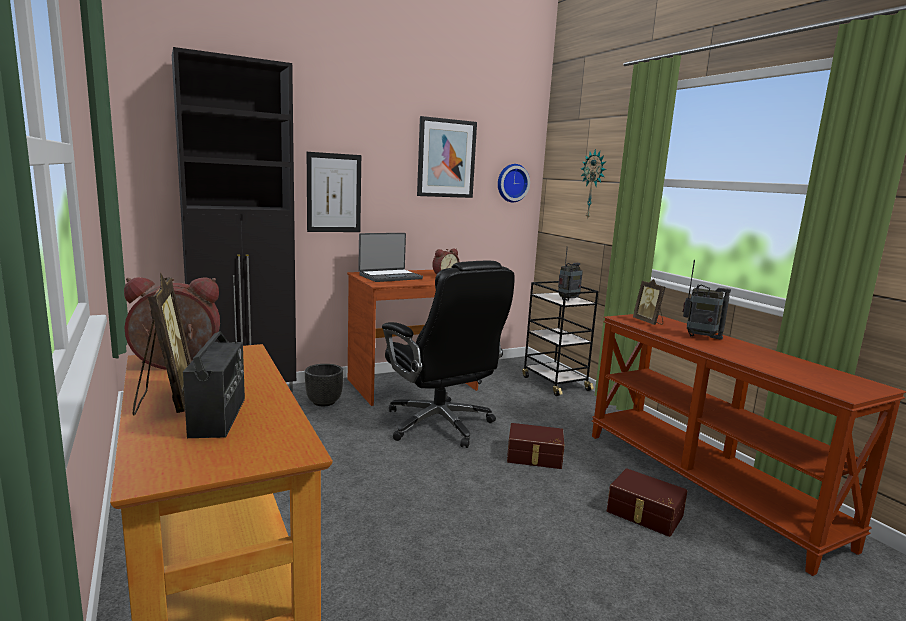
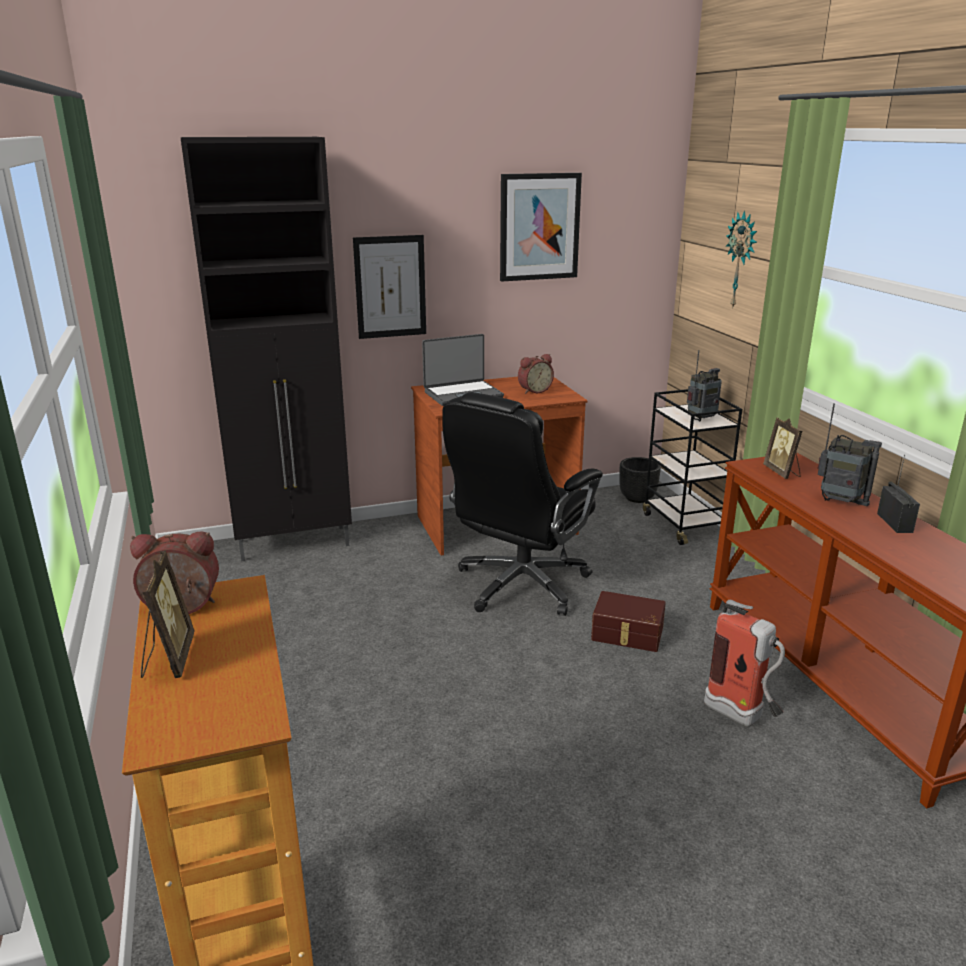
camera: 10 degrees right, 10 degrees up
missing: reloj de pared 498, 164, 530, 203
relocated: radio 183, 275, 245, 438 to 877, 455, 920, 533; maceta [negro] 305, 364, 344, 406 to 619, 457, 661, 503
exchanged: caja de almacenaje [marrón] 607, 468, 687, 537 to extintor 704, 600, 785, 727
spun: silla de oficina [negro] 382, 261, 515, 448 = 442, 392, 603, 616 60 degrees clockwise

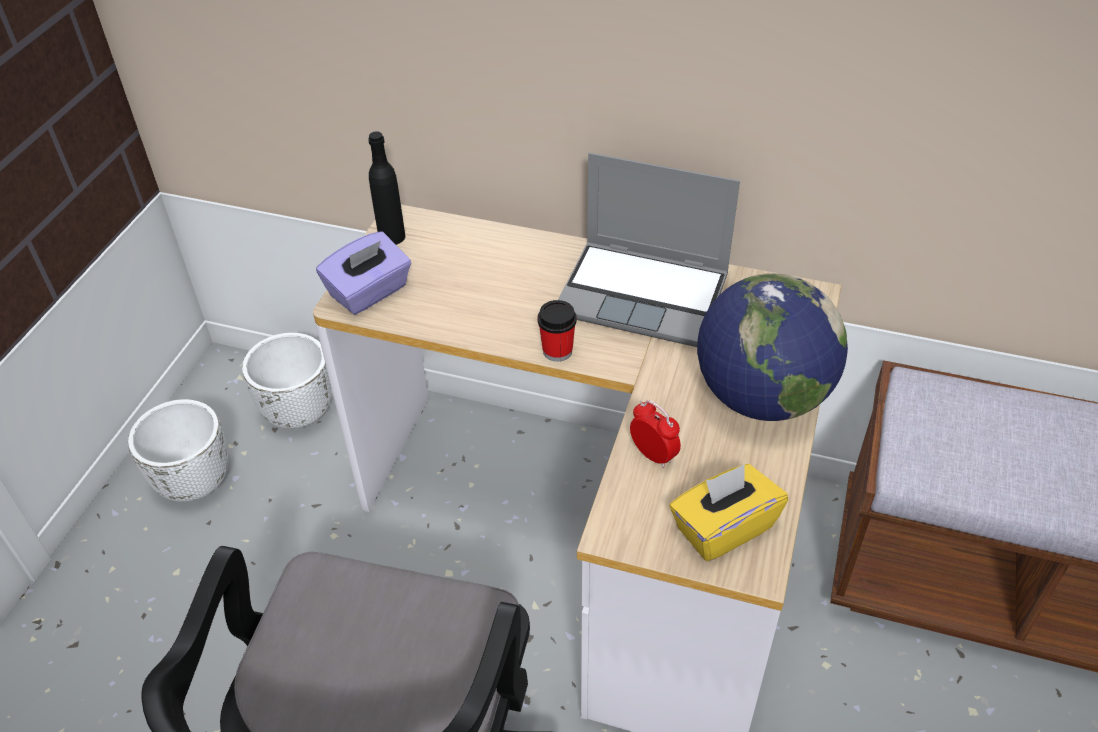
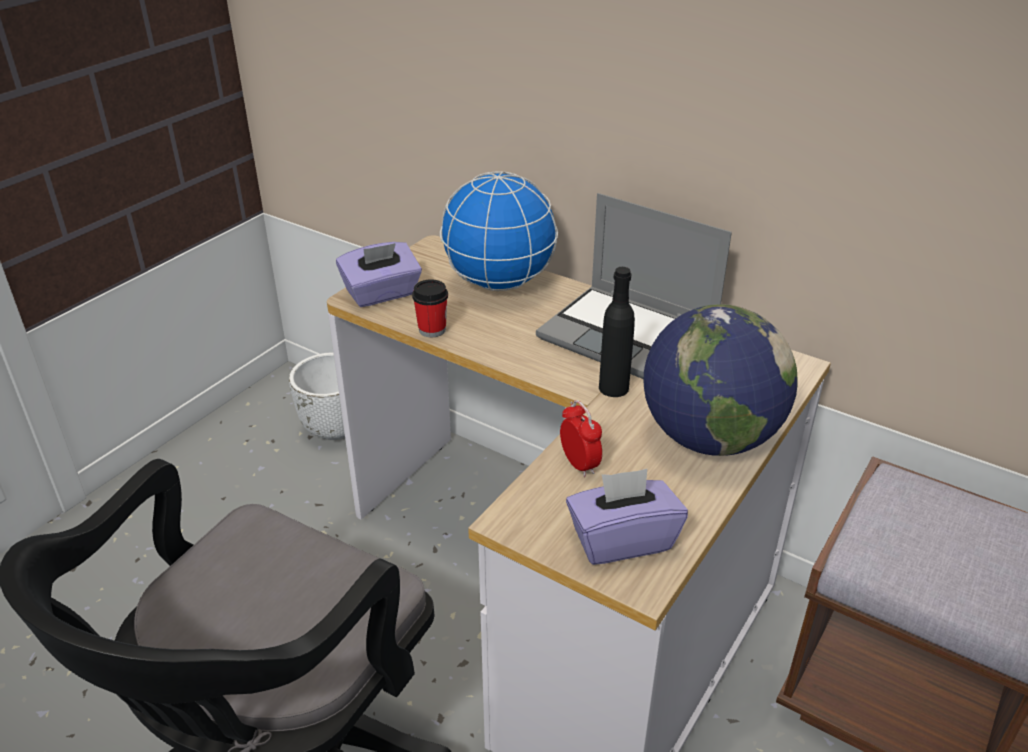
camera: 15 degrees right, 10 degrees down
missing: maceta [blanco] 128, 399, 228, 502
appeared: globo terráqueo 440, 171, 558, 291
relocated: botella [negro] 368, 131, 405, 245 to 599, 267, 635, 397; taza 537, 300, 577, 362 to 412, 279, 448, 337
colour: caja de pañuelos [amarillo] 670, 464, 788, 562 to caja de pañuelos [morado] 566, 469, 688, 565

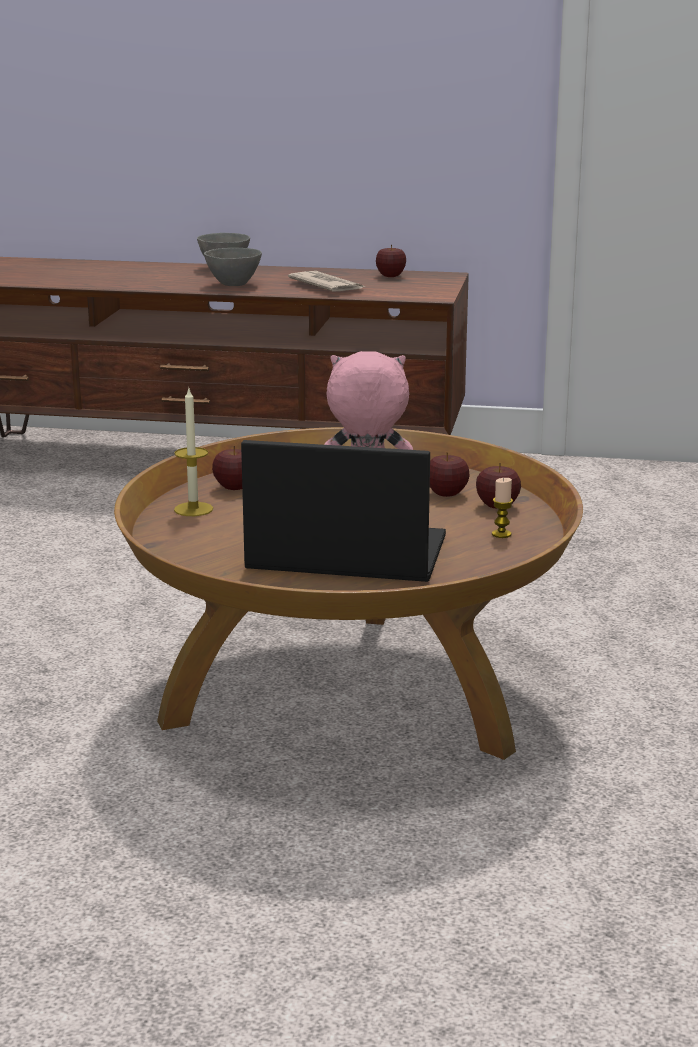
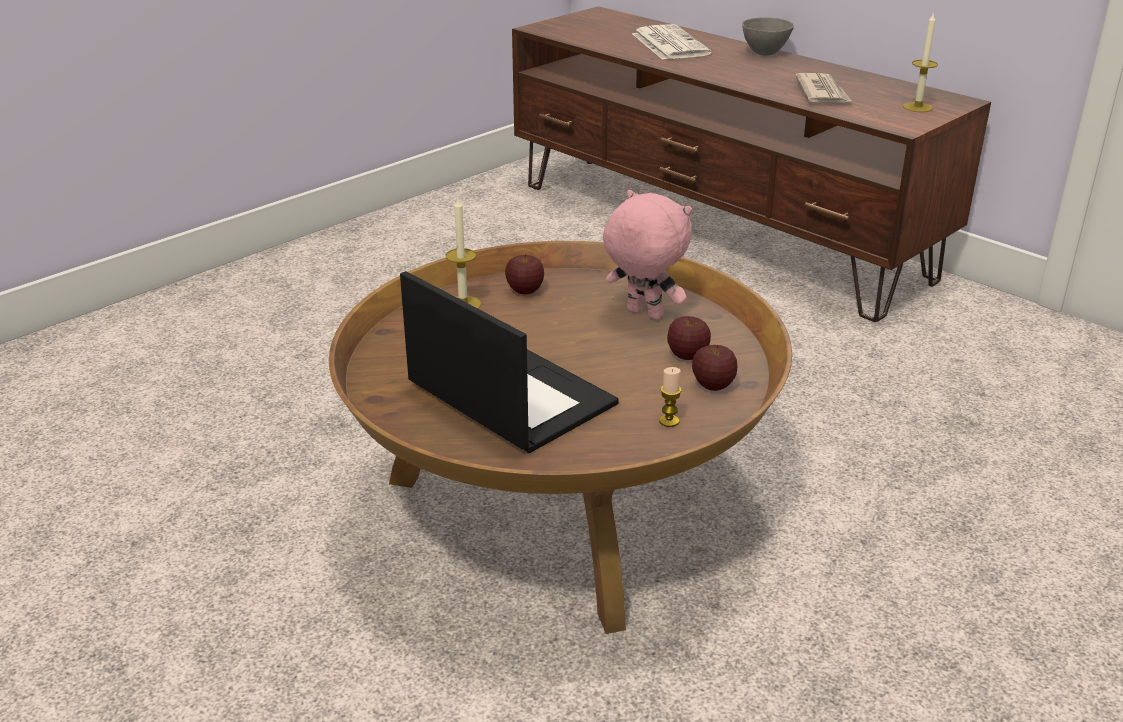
camera: 35 degrees right, 10 degrees up
missing: cuenco [gris] 204, 248, 262, 286; manzana 376, 244, 406, 277
appeared: periódico 632, 24, 712, 60; vela 903, 12, 938, 112

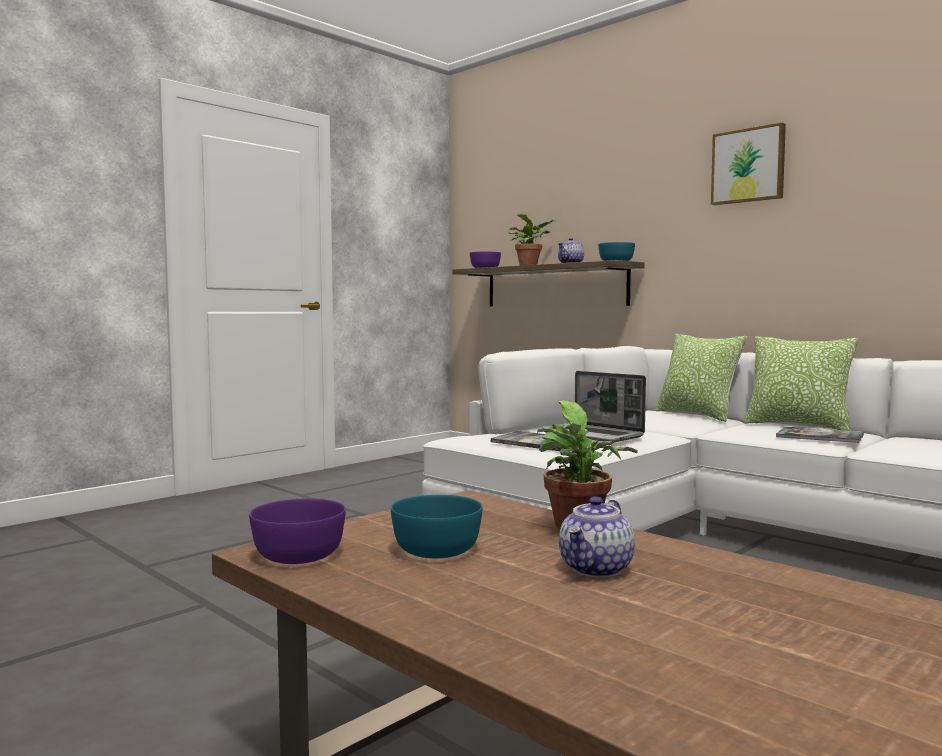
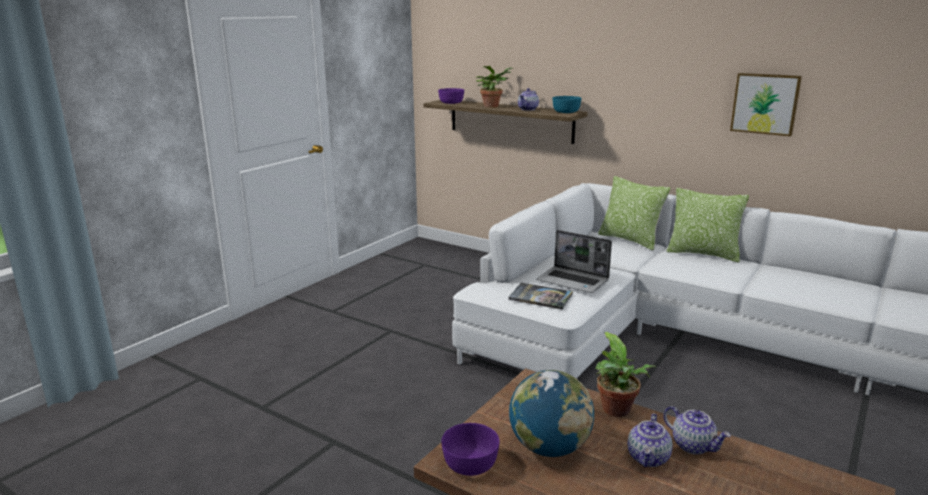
camera: 10 degrees left, 15 degrees up
missing: libro 776, 427, 864, 443
appeared: tetera 663, 406, 731, 455
relocated: cuadro 711, 123, 786, 205 to 730, 73, 802, 136
exchanged: cuenco [turquesa] 391, 495, 483, 558 to globo terráqueo 509, 370, 594, 457

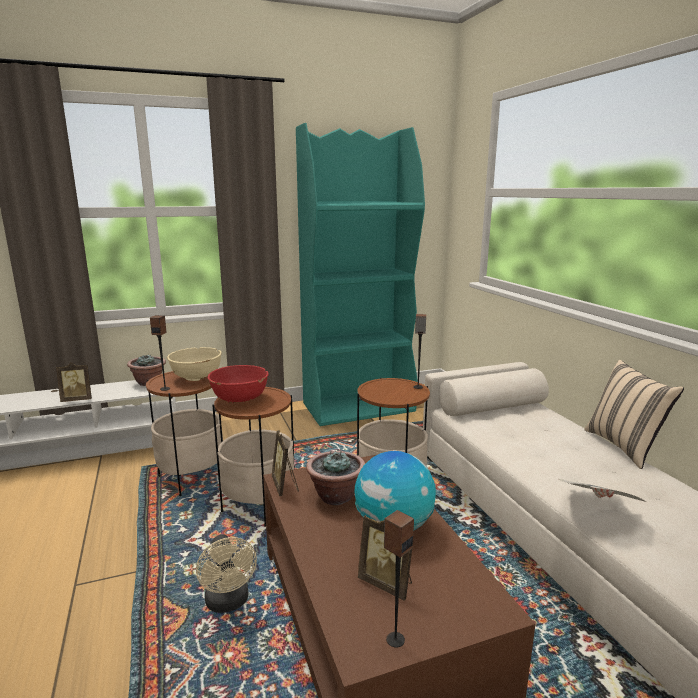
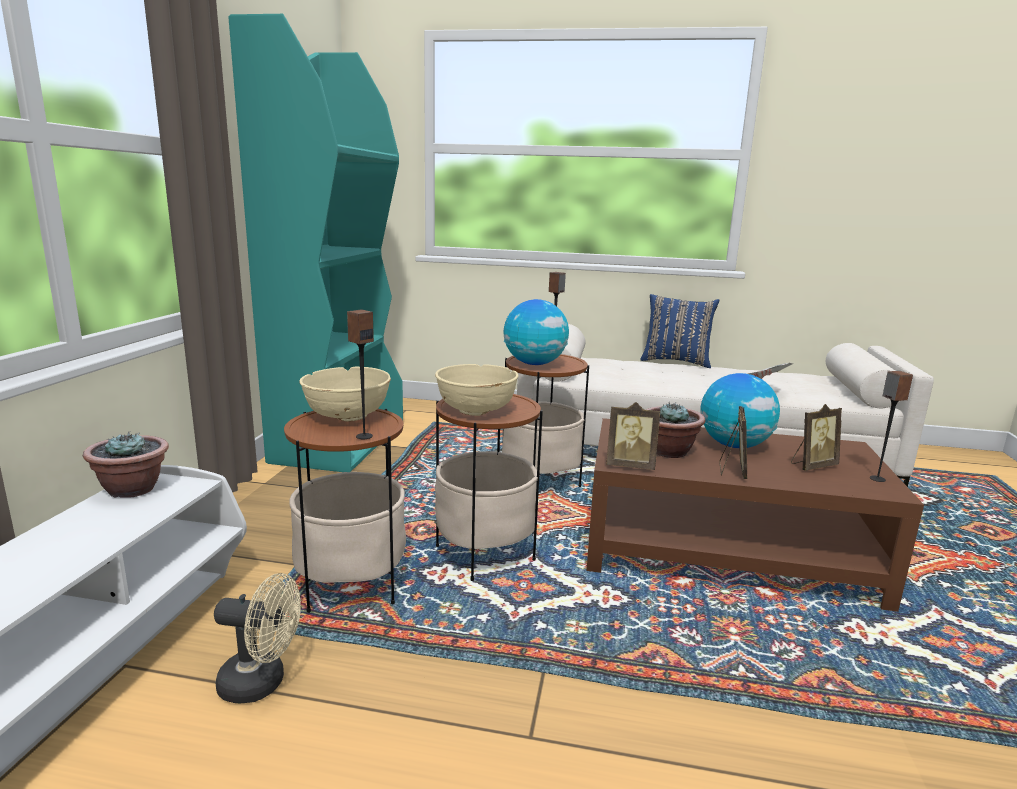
camera: 60 degrees left, 0 degrees up
appeared: globo terráqueo 503, 299, 569, 365
relocated: portarretratos 56, 362, 92, 402 to 719, 406, 747, 479; ventilador [beis] 196, 534, 257, 613 to 214, 573, 301, 703
colour: cuenco [rojo] 208, 365, 269, 403 to cuenco [beis] 435, 364, 518, 416; cojín [beis] 585, 360, 684, 469 to cojín [azul] 640, 294, 719, 368

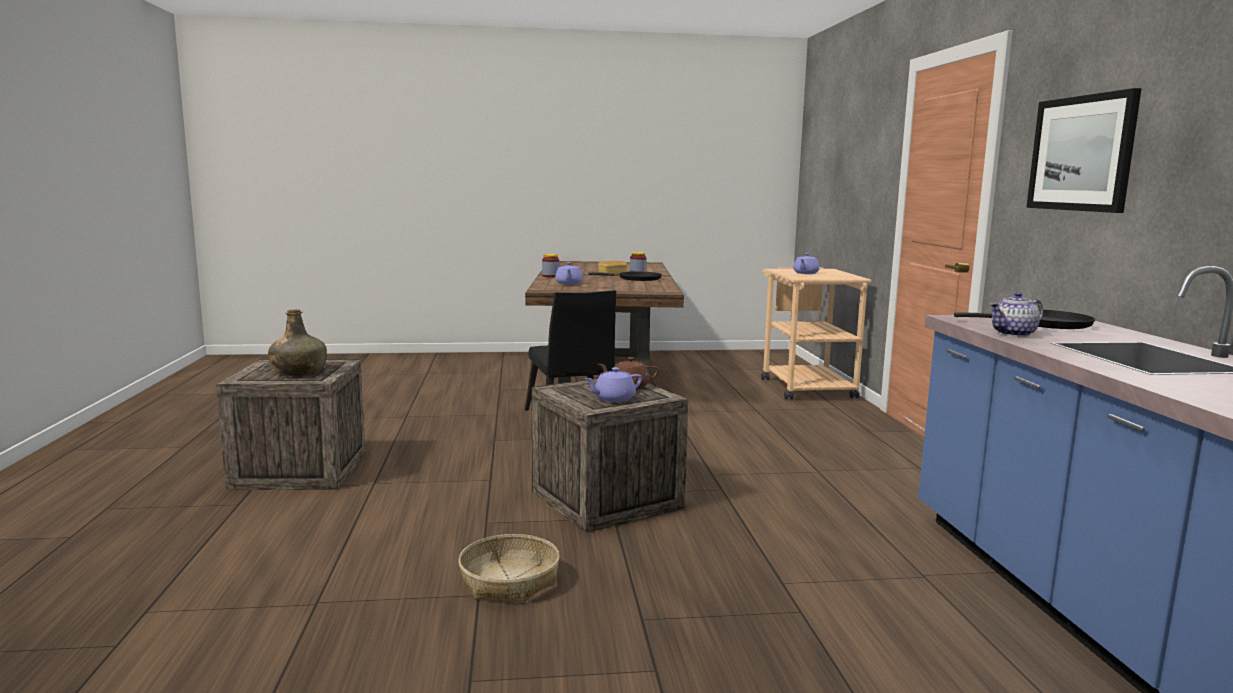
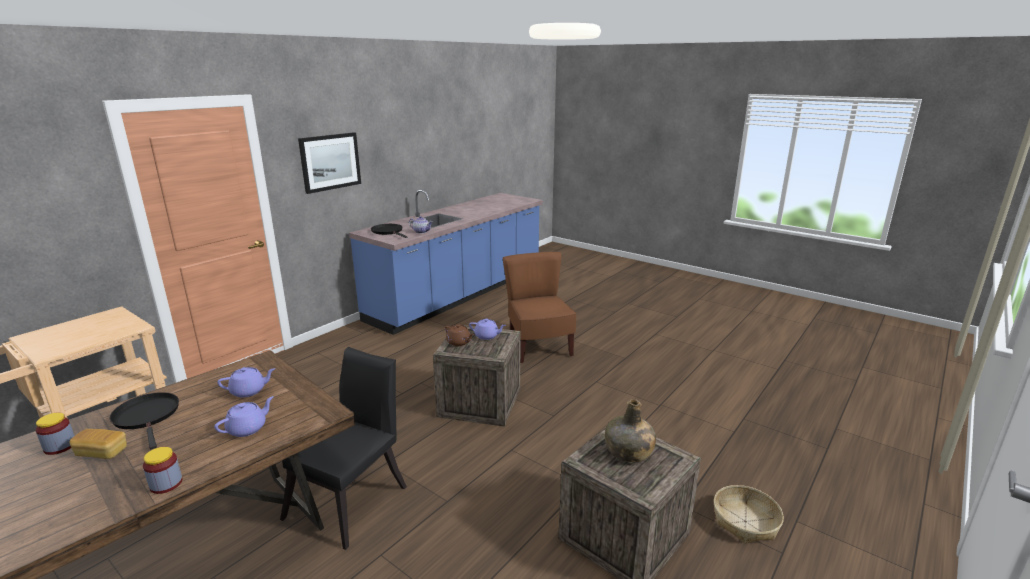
camera: 135 degrees left, 10 degrees up
appeared: silla [marrón] 503, 252, 576, 363
relocated: cesta 458, 534, 560, 603 to 714, 485, 784, 543; tetera [morado] 793, 253, 820, 274 to 217, 367, 276, 397

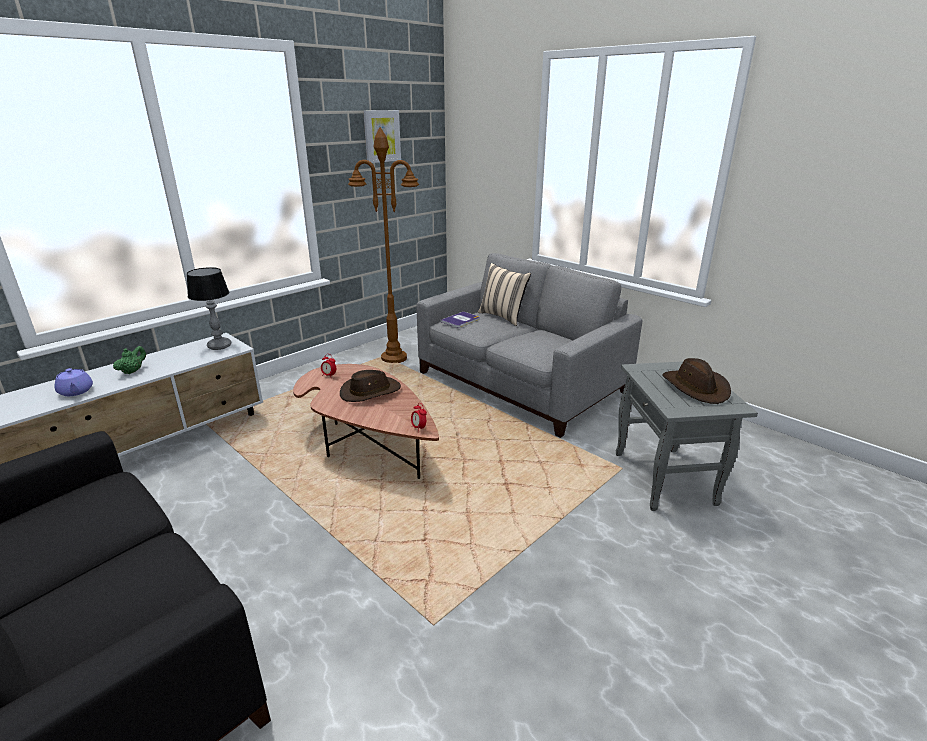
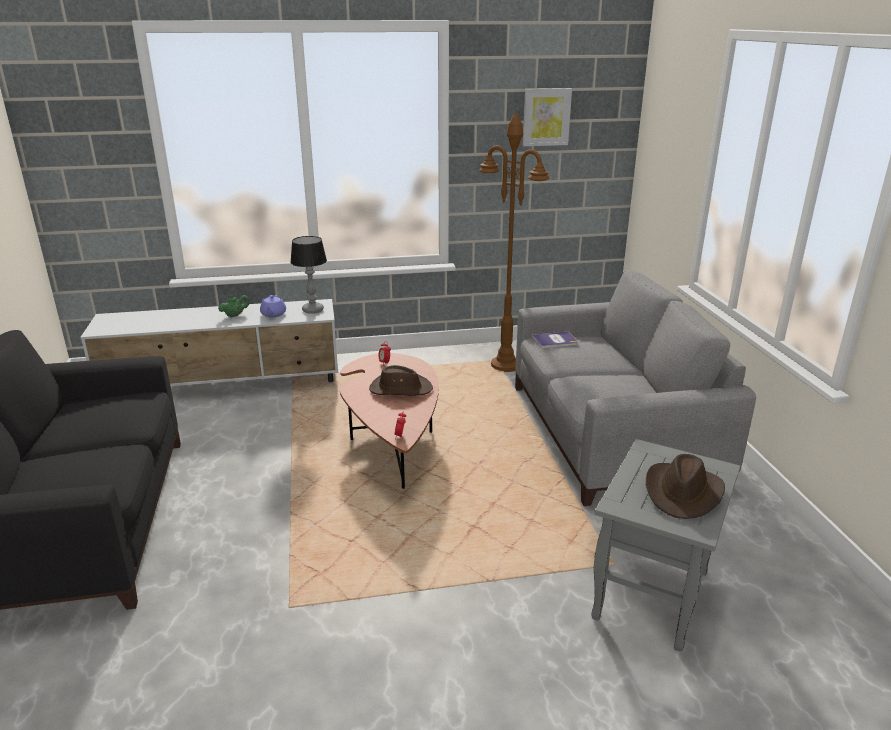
camera: 35 degrees right, 0 degrees up
missing: cojín [beis] 478, 263, 531, 326
relocated: tetera [morado] 54, 368, 93, 396 to 260, 295, 286, 317

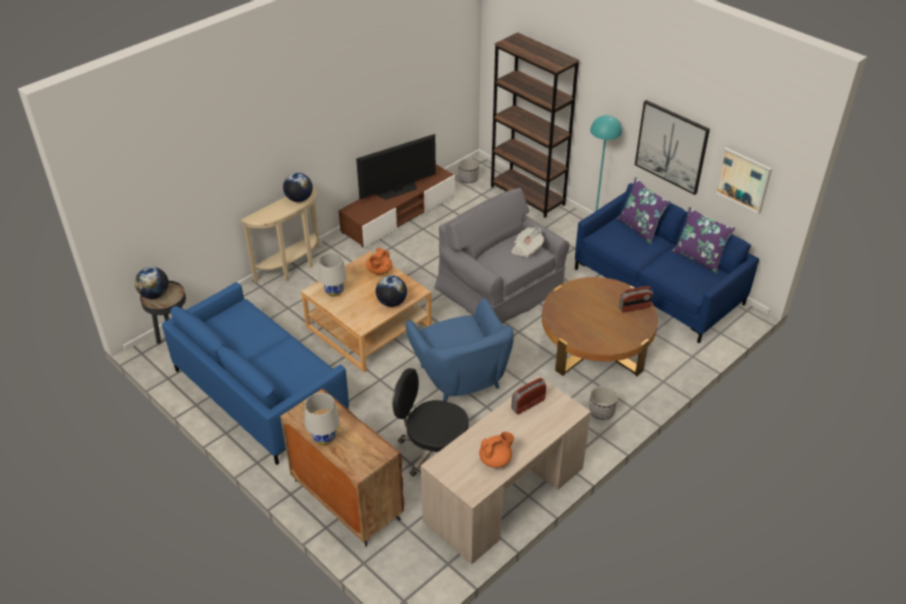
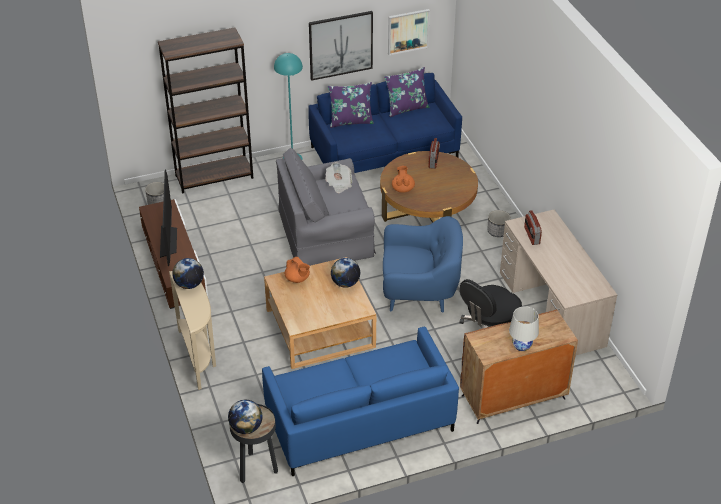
camera: 65 degrees left, 0 degrees up
missing: lámpara de mesa [blanco] 319, 253, 347, 297
relocated: tetera [naranja] 479, 432, 514, 468 to 392, 166, 415, 193

